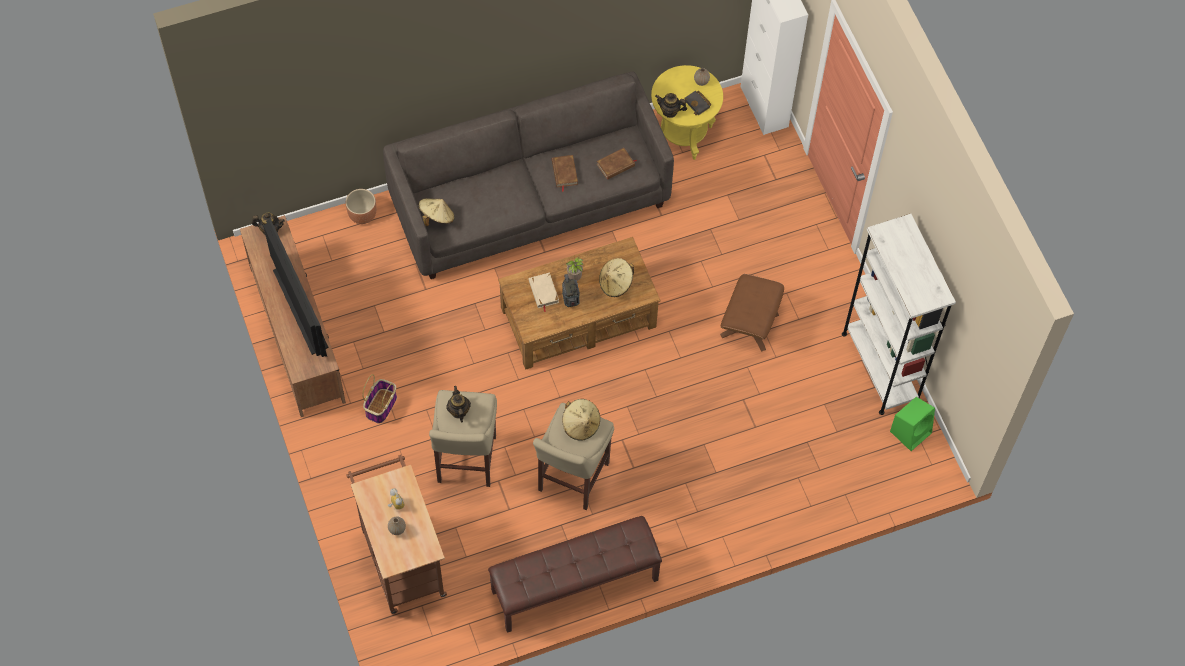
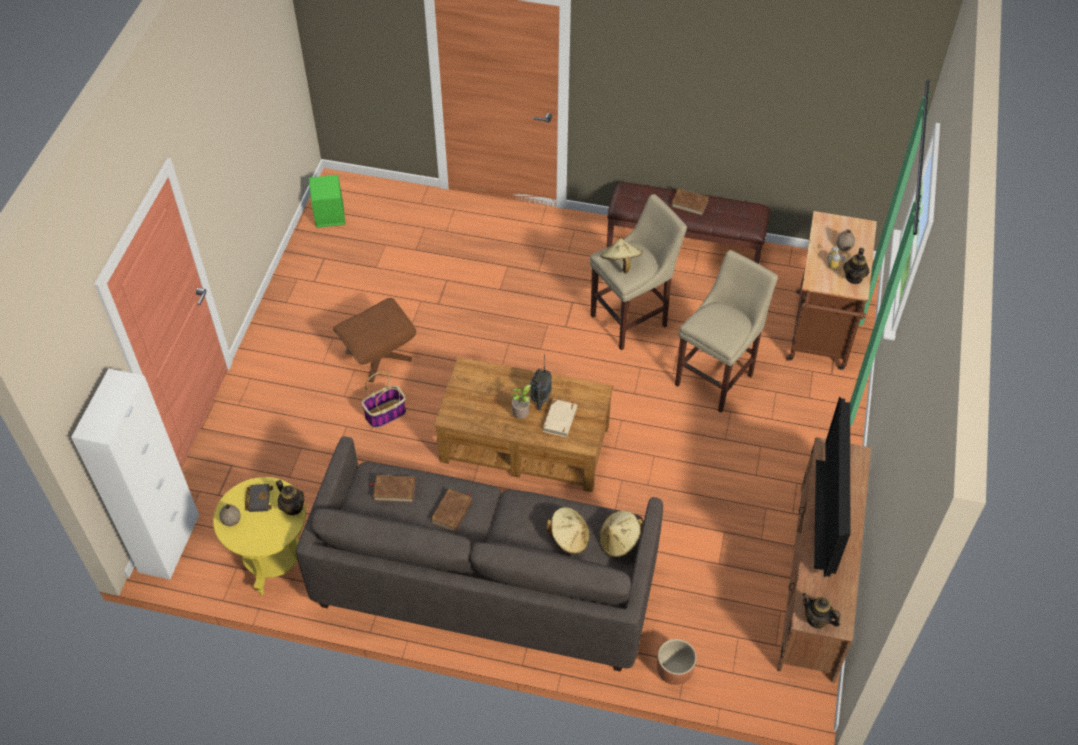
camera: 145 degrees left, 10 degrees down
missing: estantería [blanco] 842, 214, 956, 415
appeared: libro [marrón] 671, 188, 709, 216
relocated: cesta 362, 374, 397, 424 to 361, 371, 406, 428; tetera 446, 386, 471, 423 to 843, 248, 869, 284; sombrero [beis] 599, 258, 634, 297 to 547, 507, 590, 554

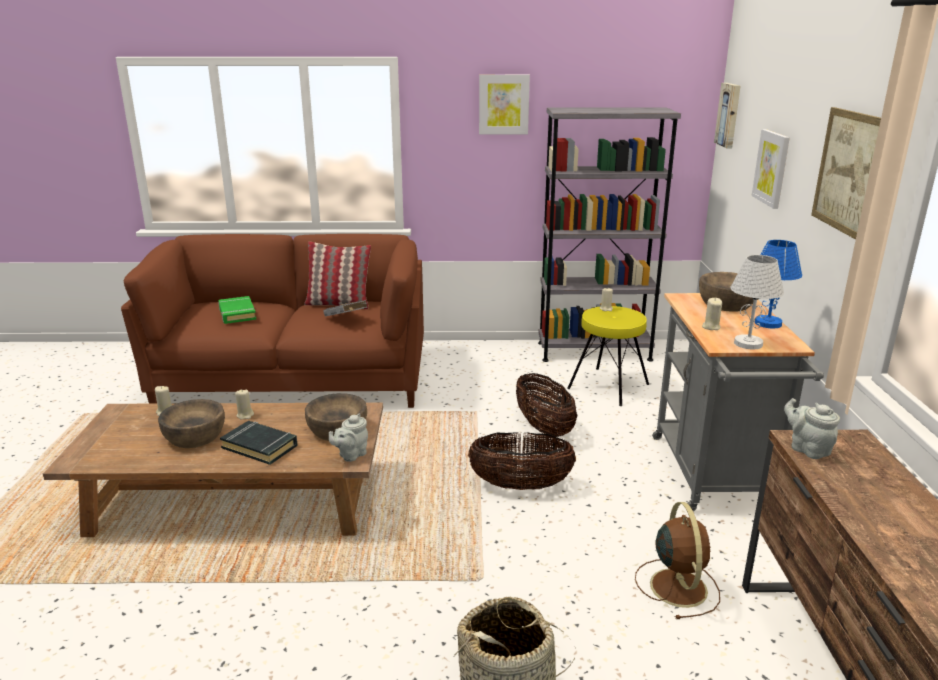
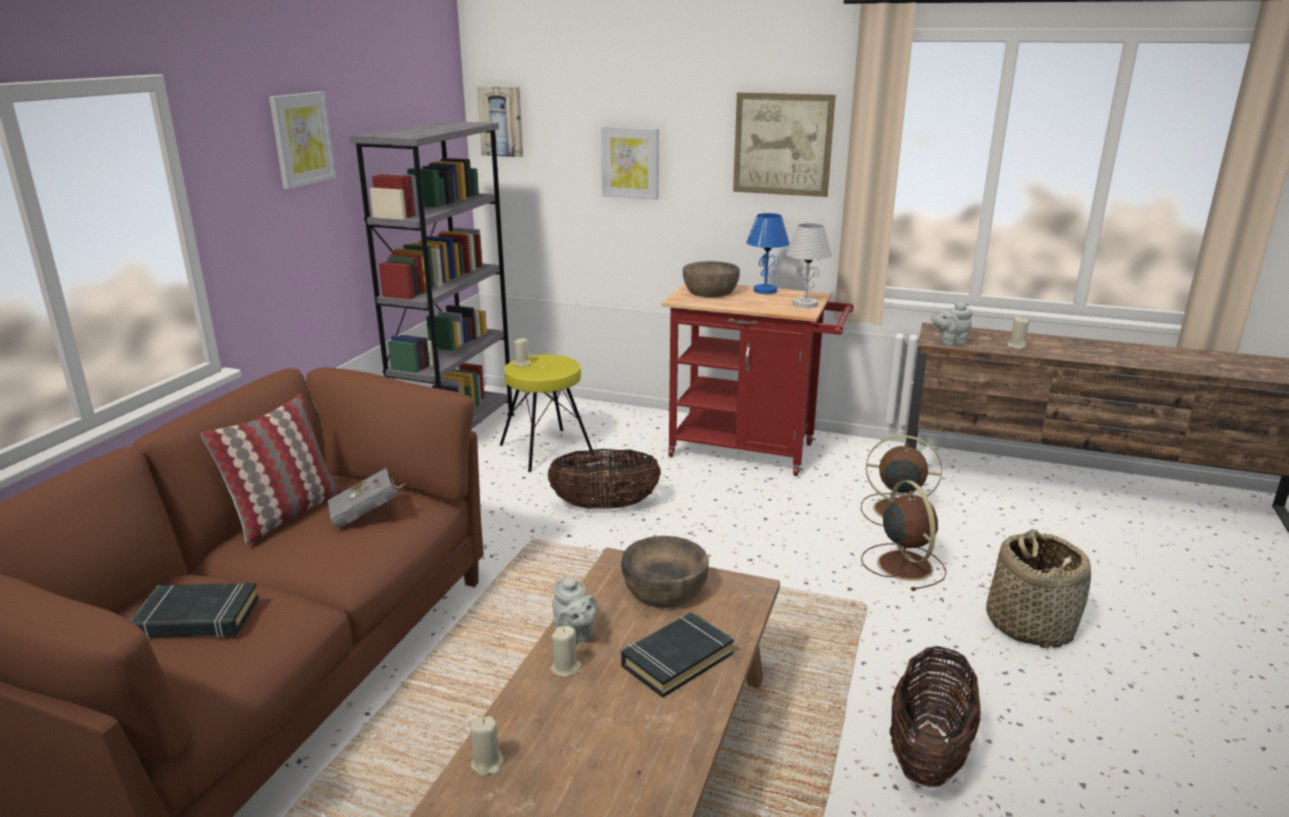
camera: 70 degrees left, 0 degrees up
missing: cuenco [marrón] 158, 399, 225, 448
appeared: ventilador [marrón] 861, 480, 947, 591
relocated: tetera [gris] 329, 413, 368, 462 to 552, 574, 597, 643; cesta 468, 432, 576, 490 to 890, 645, 981, 787; vela [beis] 702, 298, 722, 330 to 1007, 317, 1029, 349
colour: libro [verde] 218, 296, 256, 324 to libro [negro] 130, 583, 259, 640; carrito [gris] 652, 293, 824, 511 to carrito [rojo] 662, 284, 854, 476

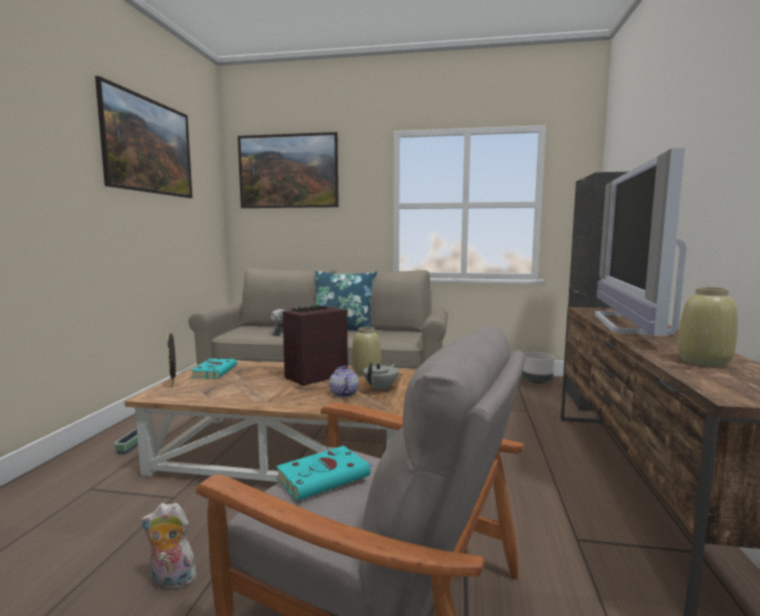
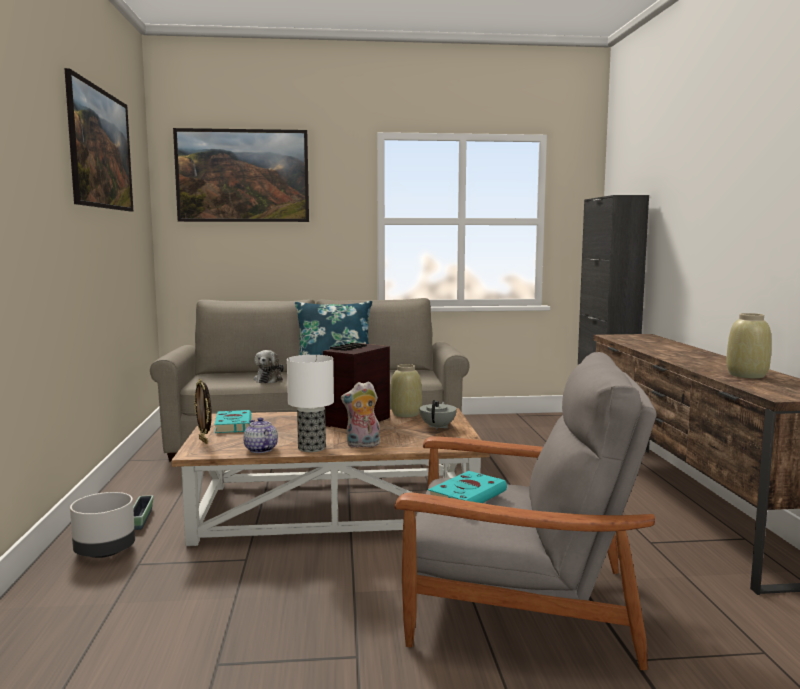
camera: 15 degrees left, 0 degrees up
missing: televisor 595, 148, 686, 336
appeared: lámpara de mesa 287, 355, 334, 452
relocated: peluche 141, 503, 202, 589 to 341, 381, 380, 448; tetera 329, 366, 359, 397 to 243, 417, 278, 453; maceta [gris] 522, 352, 554, 384 to 70, 492, 135, 558

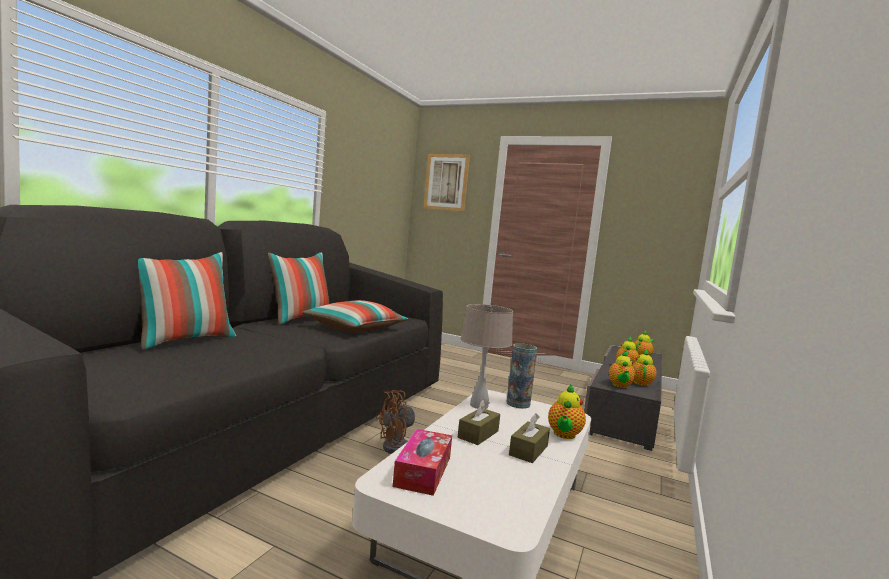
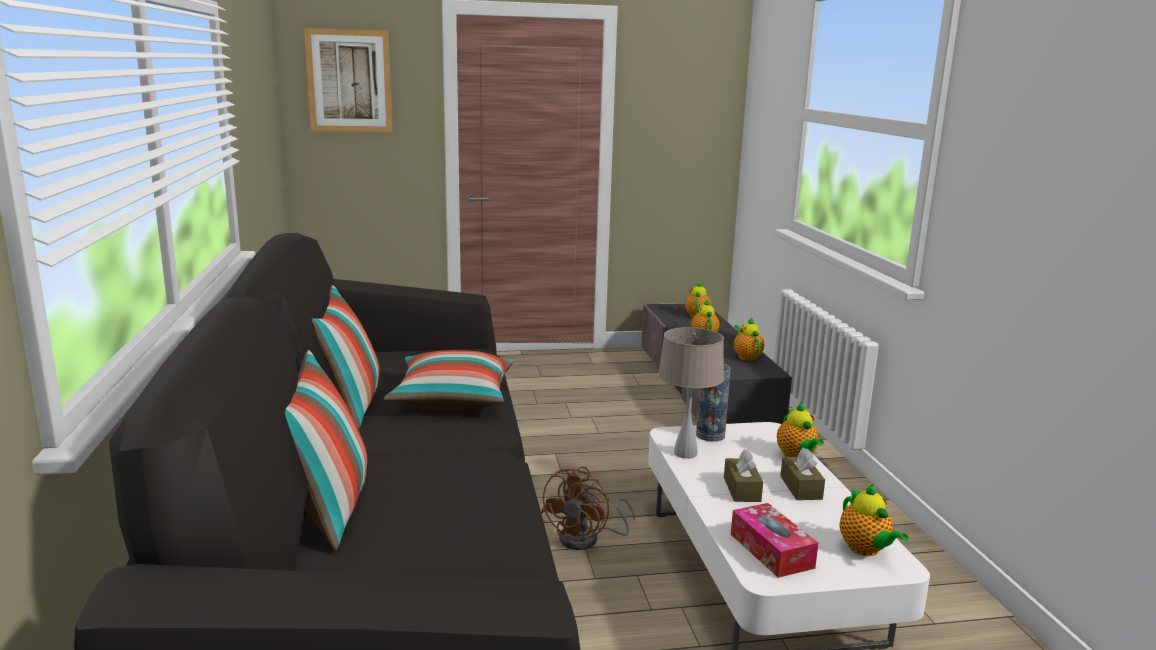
camera: 35 degrees left, 10 degrees up
relocated: tetera 609, 351, 635, 388 to 840, 484, 908, 556

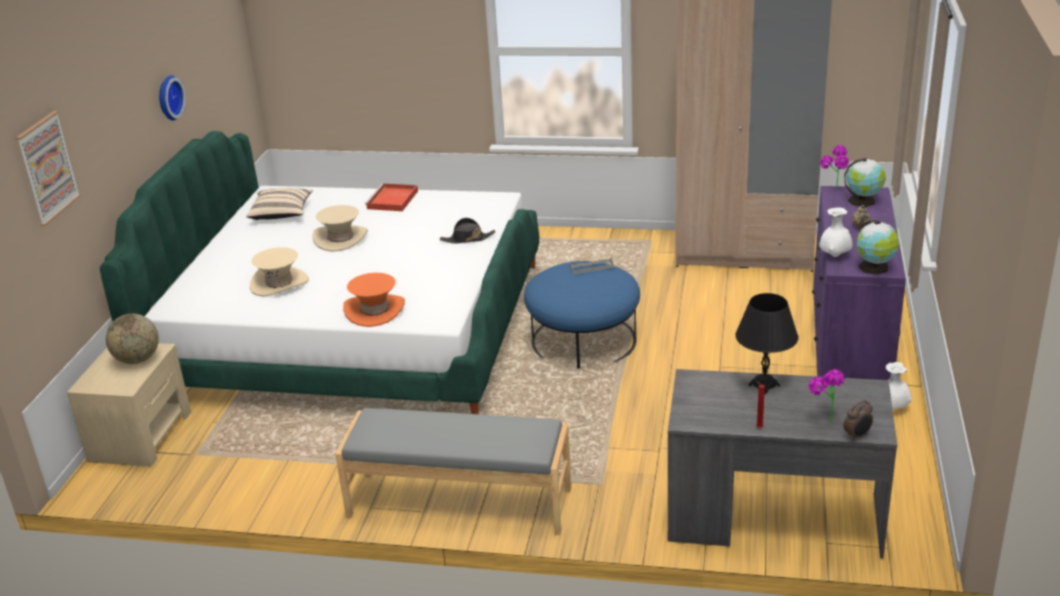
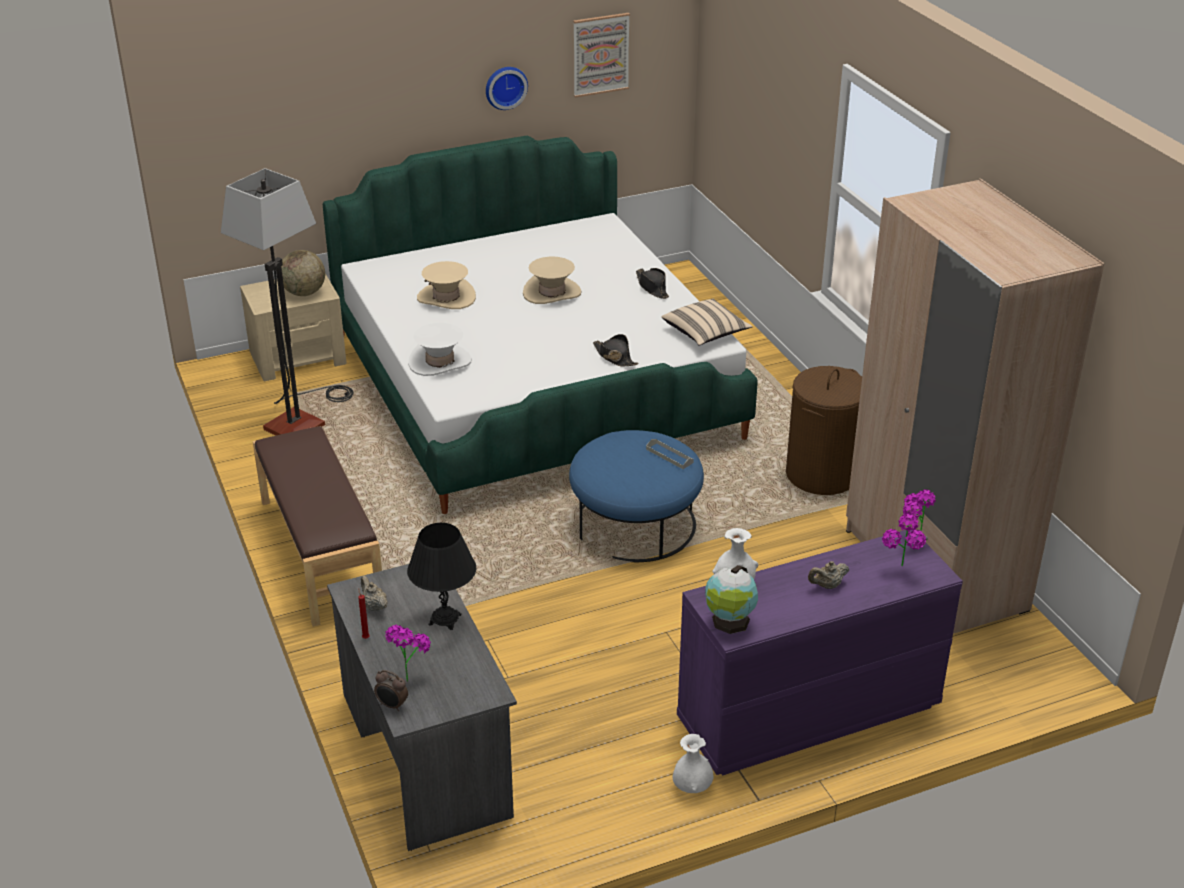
camera: 55 degrees right, 5 degrees up
appeared: lámpara de pie 221, 168, 354, 436; tetera [beis] 361, 575, 388, 611; cesto de la ropa [marrón] 786, 366, 862, 495
relocated: cuadro 16, 111, 81, 226 to 573, 13, 630, 98; cojín [beis] 246, 188, 313, 220 to 661, 299, 753, 346
exchanged: bandeja [rojo] 365, 183, 418, 211 to sombrero [negro] 636, 268, 669, 299; globo terráqueo 844, 158, 886, 207 to planta en maceta 882, 514, 926, 566
colour: banco [gris] 335, 408, 571, 535 to banco [marrón] 253, 426, 382, 627; sombrero [naranja] 343, 273, 405, 327 to sombrero [blanco] 408, 323, 472, 376

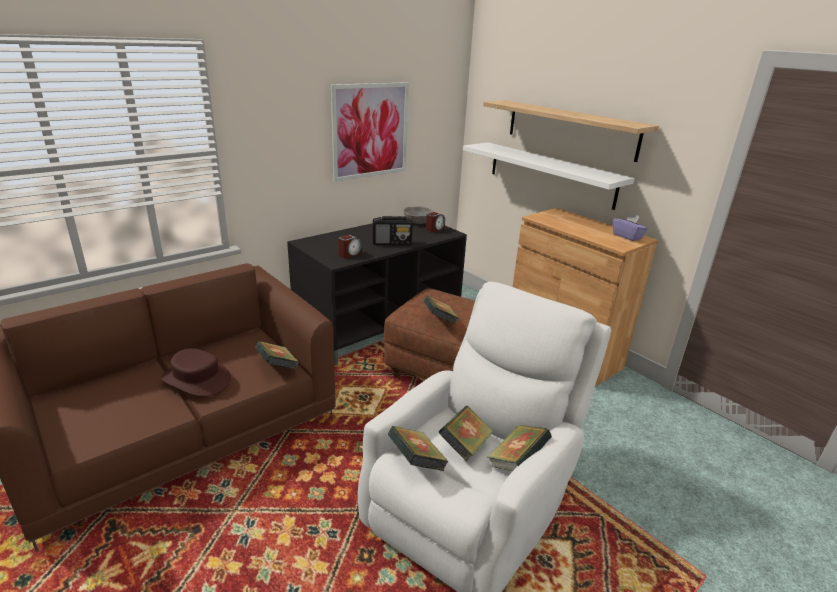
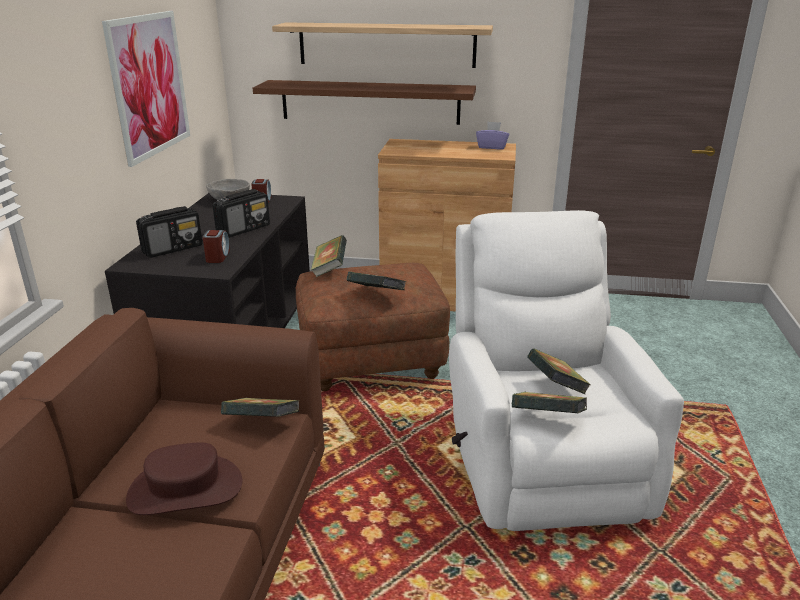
camera: 40 degrees left, 0 degrees up
appeared: radio 136, 206, 202, 258
relocated: libro 488, 425, 552, 471 to 311, 235, 347, 277
colour: estante [blanco] 463, 142, 635, 210 to estante [marrón] 253, 80, 476, 125

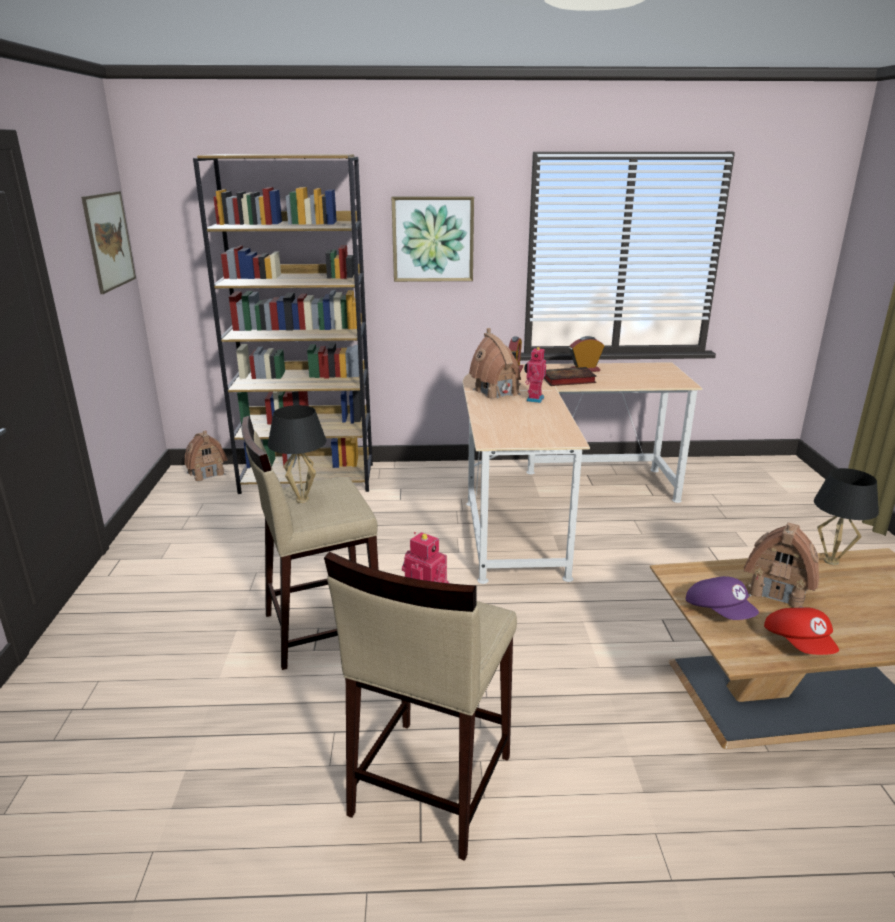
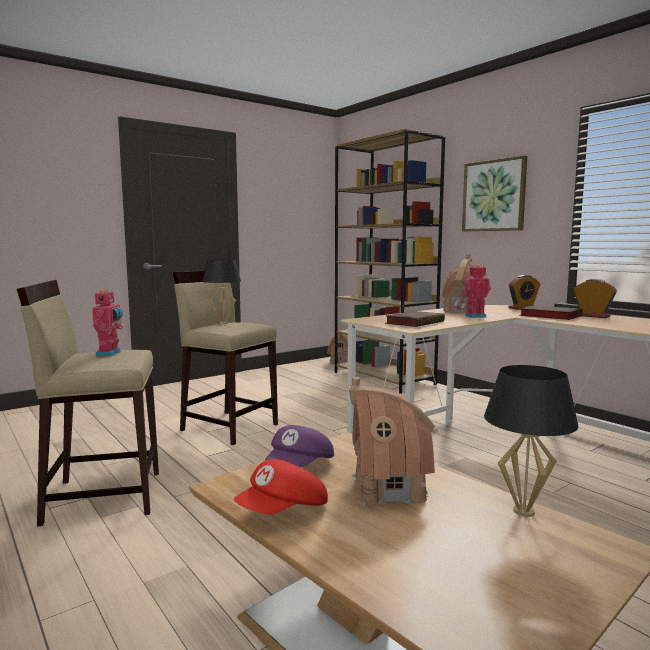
camera: 55 degrees right, 15 degrees down
missing: cuadro 81, 191, 136, 294
appeared: libro 385, 311, 445, 327

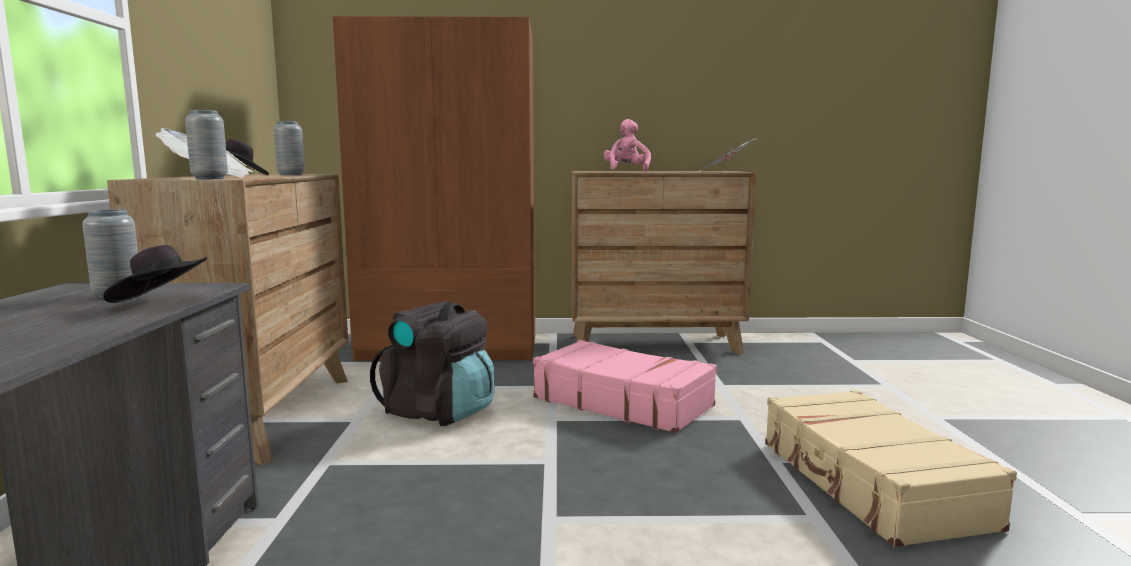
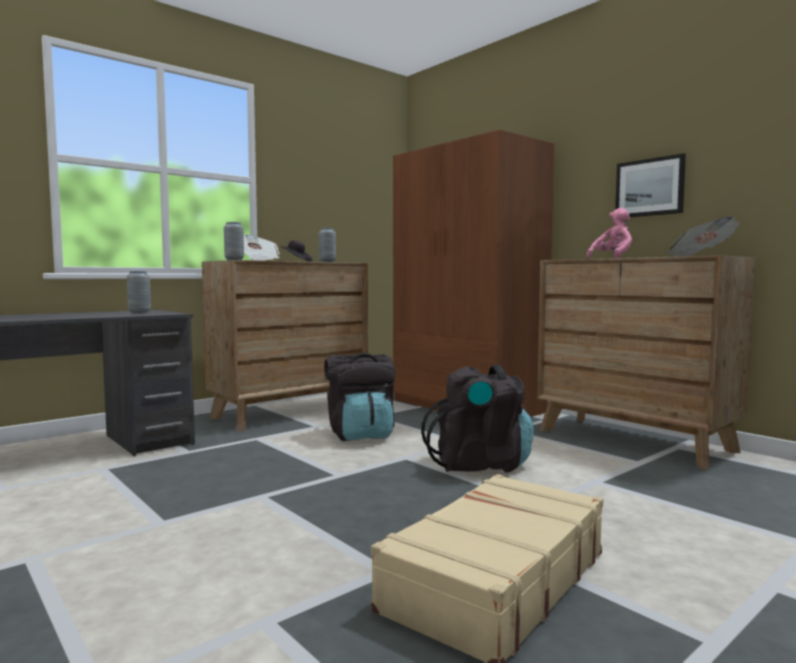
camera: 50 degrees right, 5 degrees down
missing: sombrero [negro] 103, 245, 207, 303
appeared: cuadro 615, 153, 686, 217
exchanged: maleta [rosa] 533, 340, 717, 433 to mochila [negro] 421, 365, 534, 473

